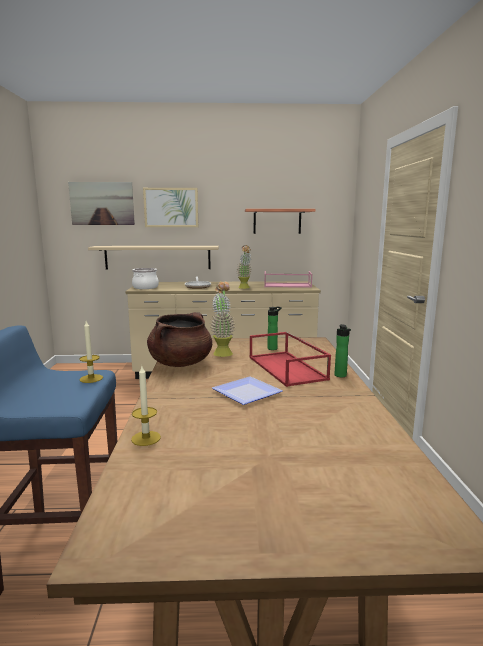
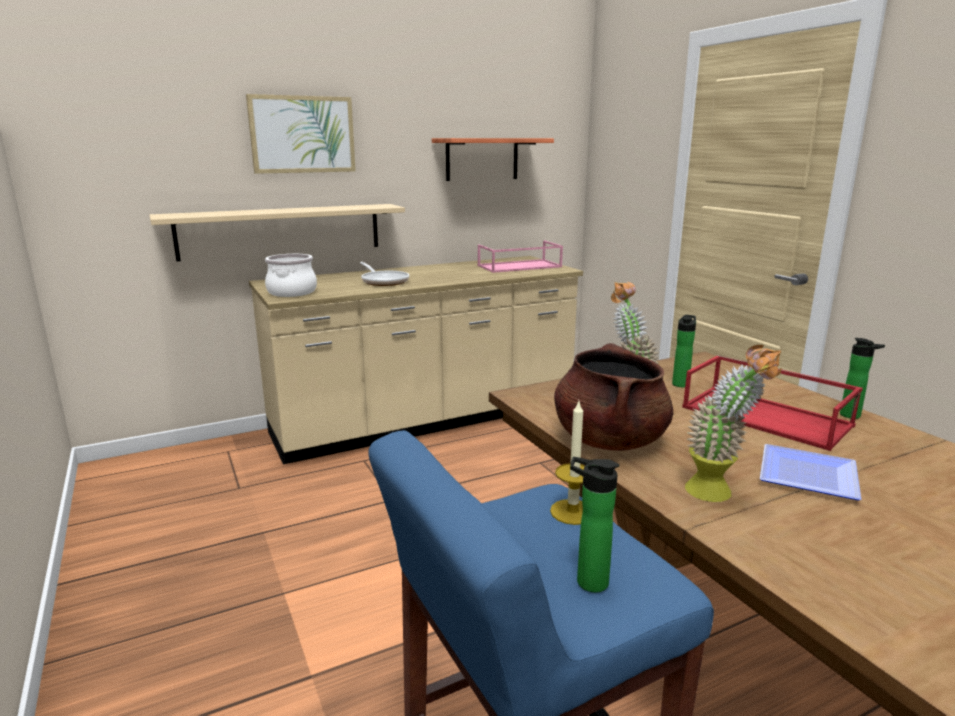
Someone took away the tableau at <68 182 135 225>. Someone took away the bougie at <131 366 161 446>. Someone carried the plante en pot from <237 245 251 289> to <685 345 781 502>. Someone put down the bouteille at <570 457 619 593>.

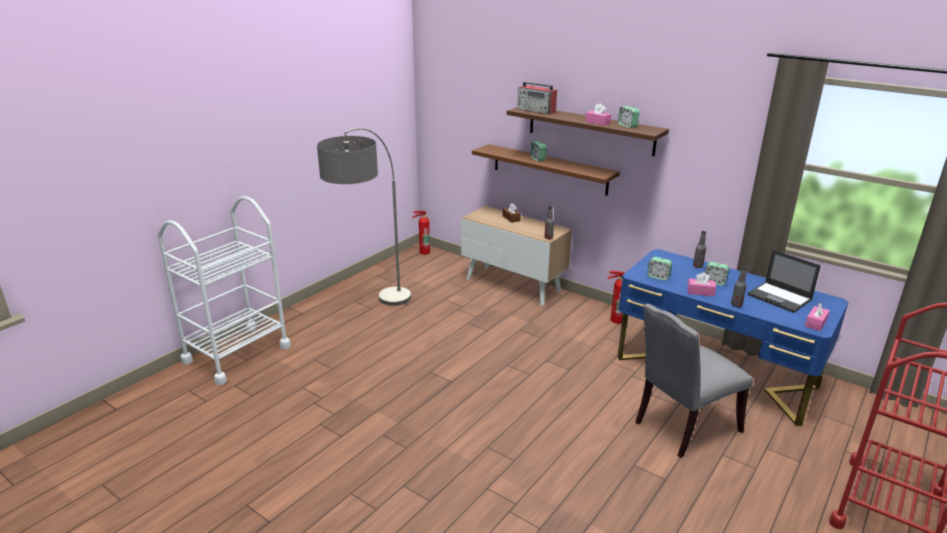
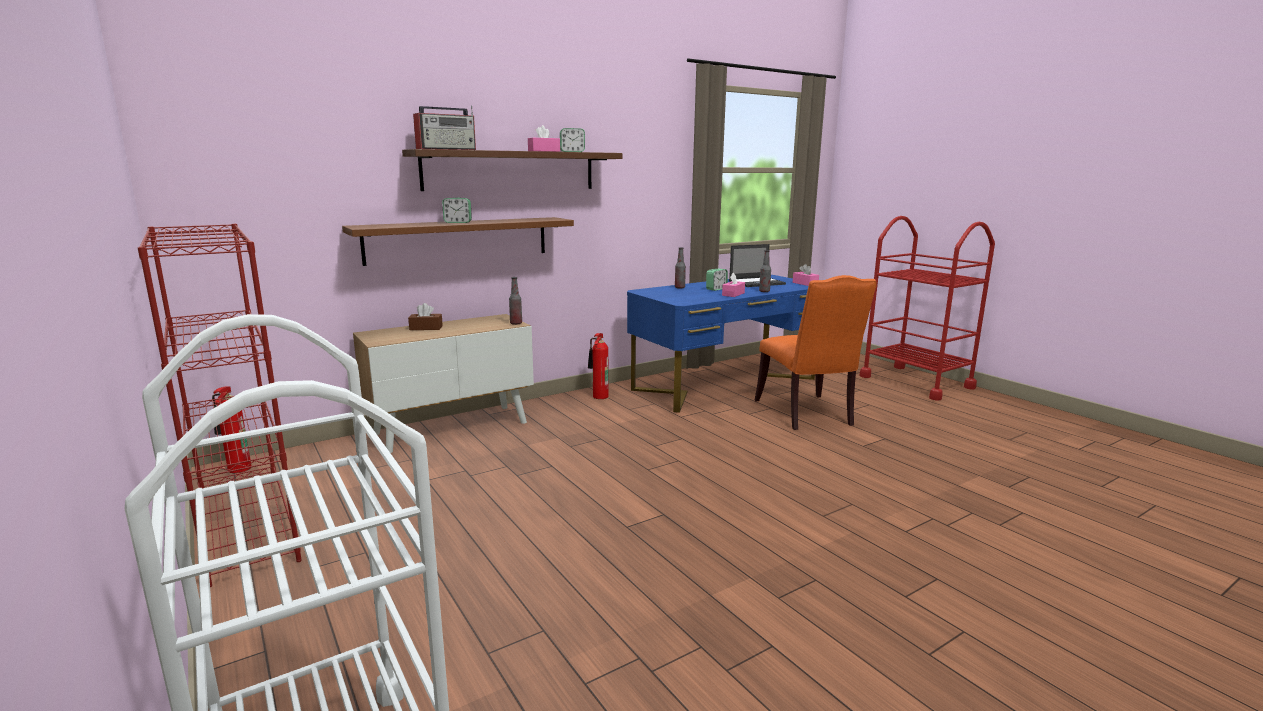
Someone took away the lampadaire at <317 128 411 306>. Someone repainted the chaise (gris) at <635 304 753 458>, which became the chaise (orange) at <755 275 877 430>. Someone took away the réveil at <647 257 672 281>. Someone put down the bibliothèque (rouge) at <138 224 302 588>.

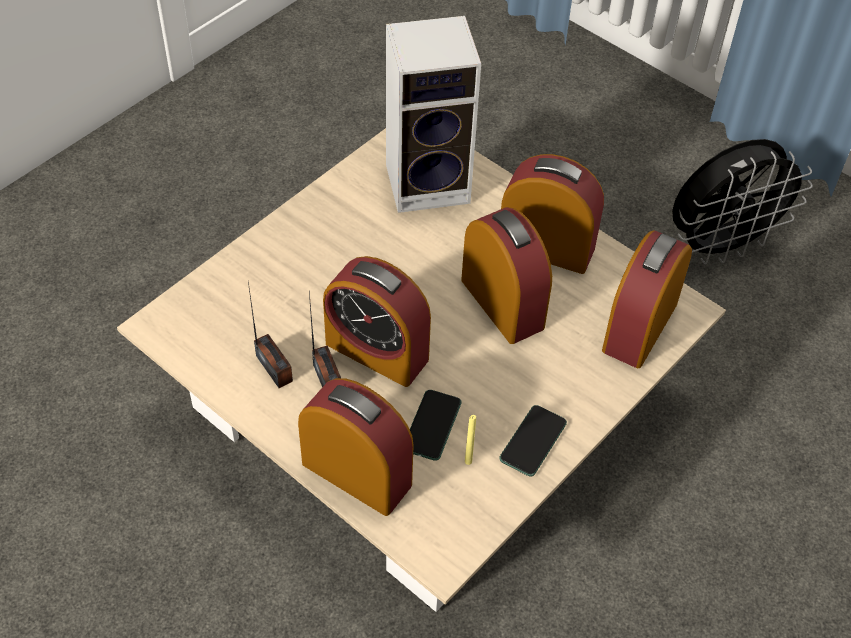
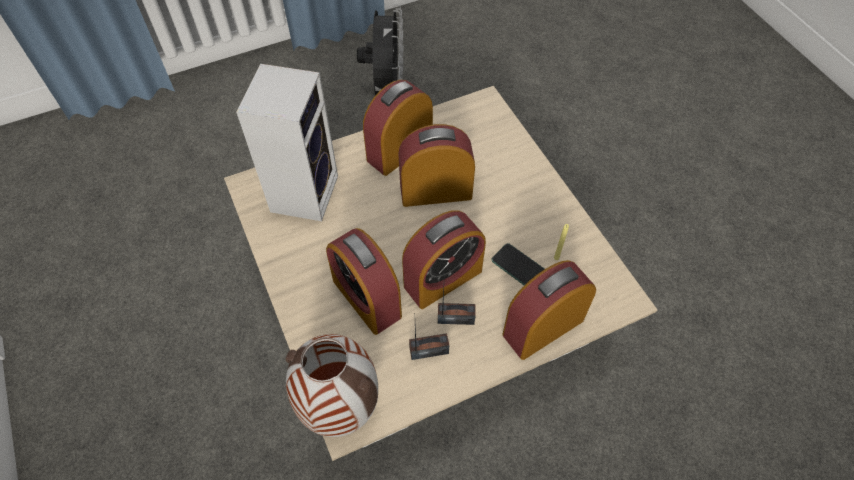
Someone took away the téléphone at <499 405 567 477>. Someone carried the réveil from <602 230 692 368> to <326 228 402 335>. Someone put down the vase at <285 334 378 437>.

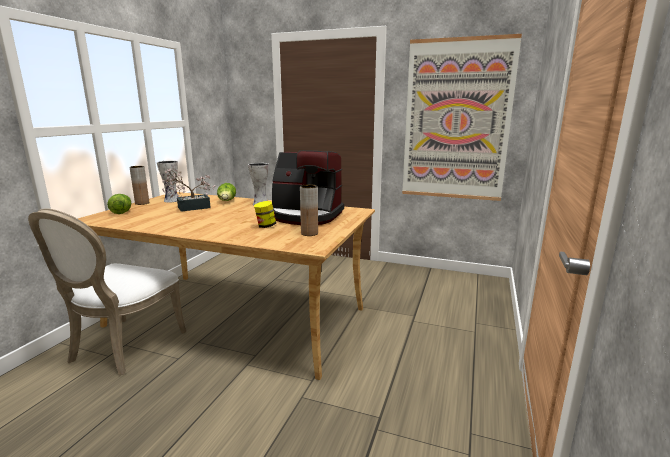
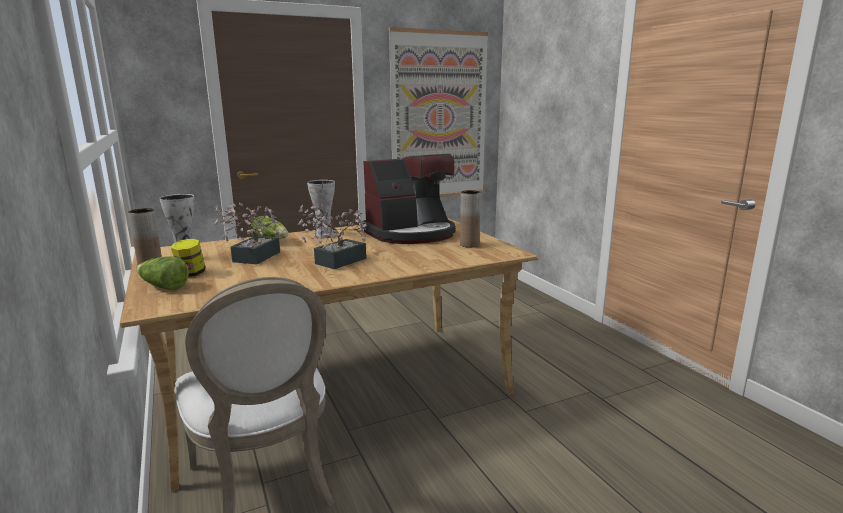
Someone carried the bocal from <254 201 276 228> to <171 239 206 277>. Someone put down the plante en pot at <298 204 367 269>.

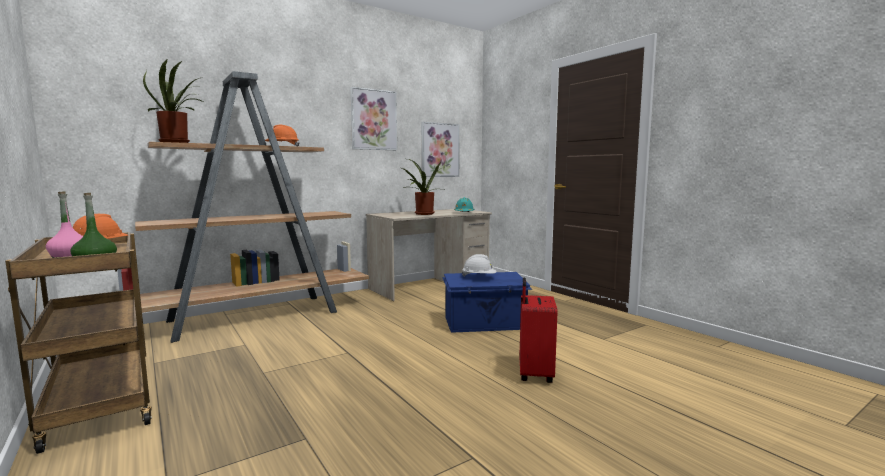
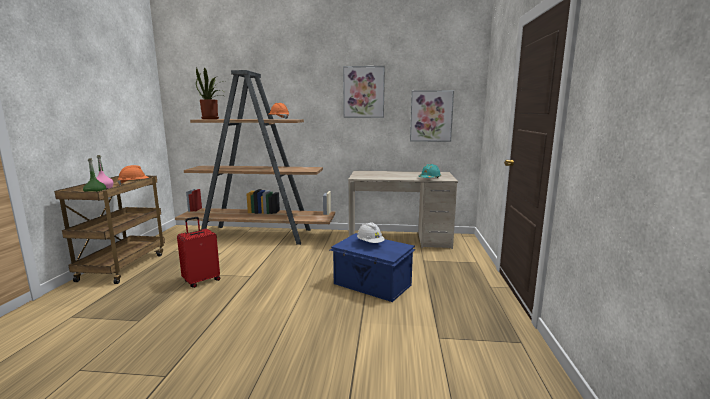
Someone took away the plante en pot at <402 159 447 215>. Someone carried the valise (rouge) from <519 277 558 383> to <177 217 220 288>.

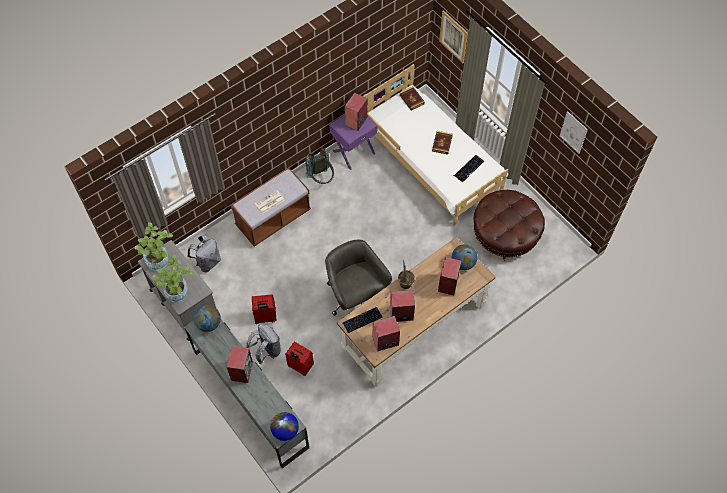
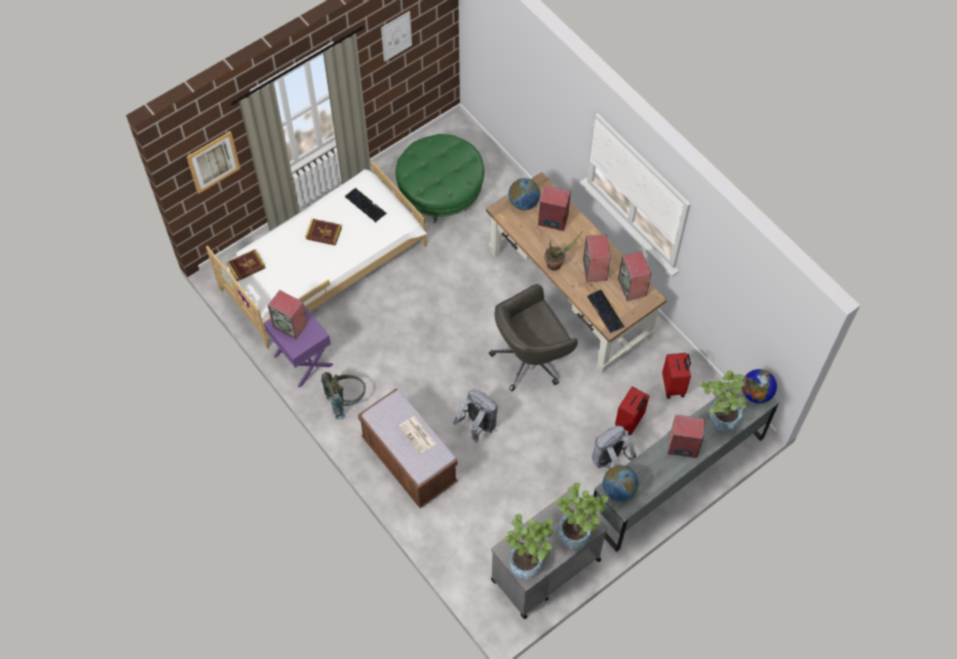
Someone carried the sac à dos (gris) from <187 235 221 273> to <453 390 498 442>. Someone carried the valise (rouge) from <252 294 277 324> to <662 353 691 399>. Someone repainted the pouf (marron) at <474 190 545 261>, which became the pouf (vert) at <395 134 485 223>. Someone put down the plante en pot at <700 370 747 432>.

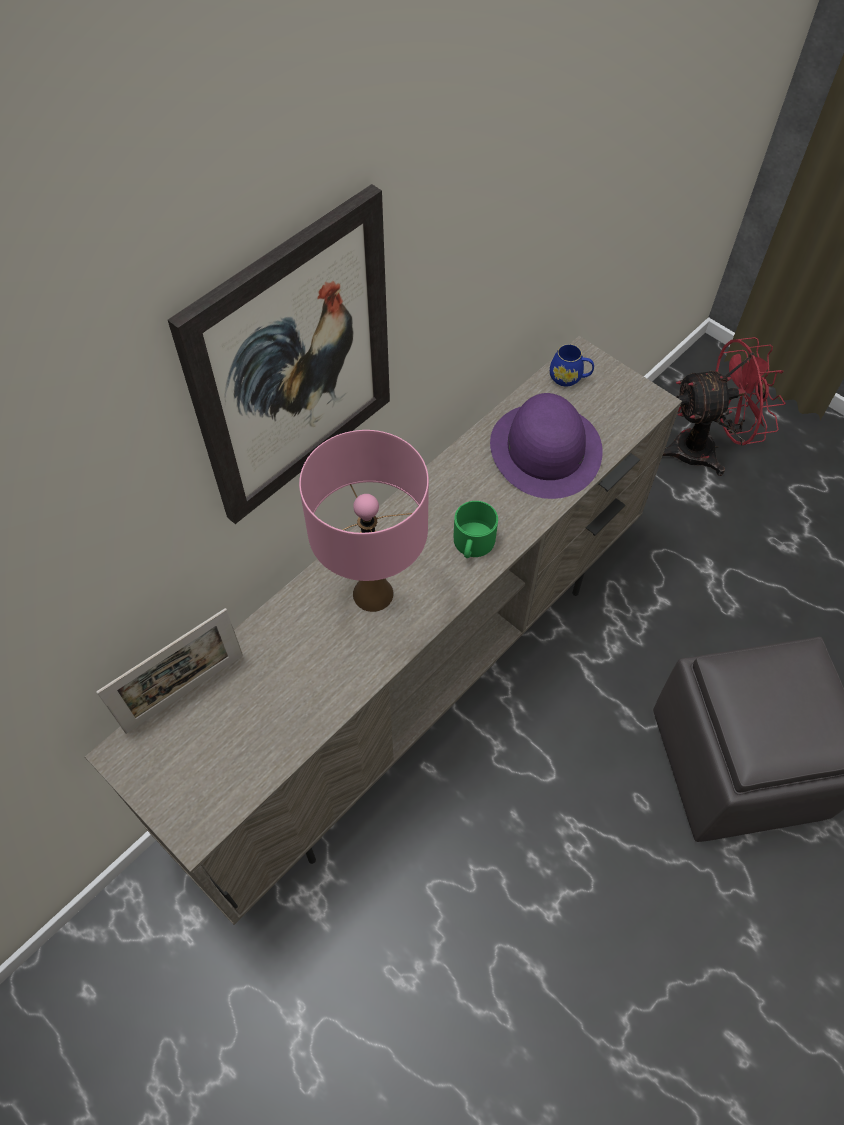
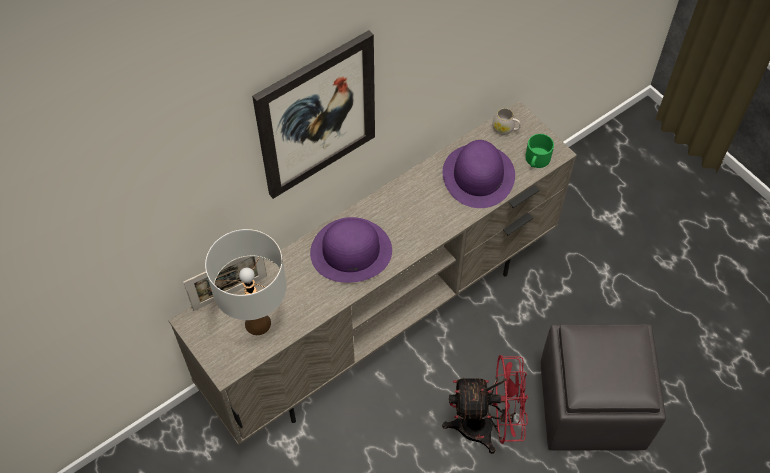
Someone swapped the lampe de table (rose) at <299 430 429 612> for the chapeau (violet) at <310 217 392 283>. Someone carried the mug (vert) from <454 501 498 558> to <526 134 554 168>. Someone repainted the mug (bleu) at <550 344 594 387>, which became the mug (blanc) at <493 108 521 135>. Someone carried the ventilateur (rouge) from <663 337 786 476> to <442 355 528 454>. Someone put down the lampe de table (blanc) at <205 229 287 335>.

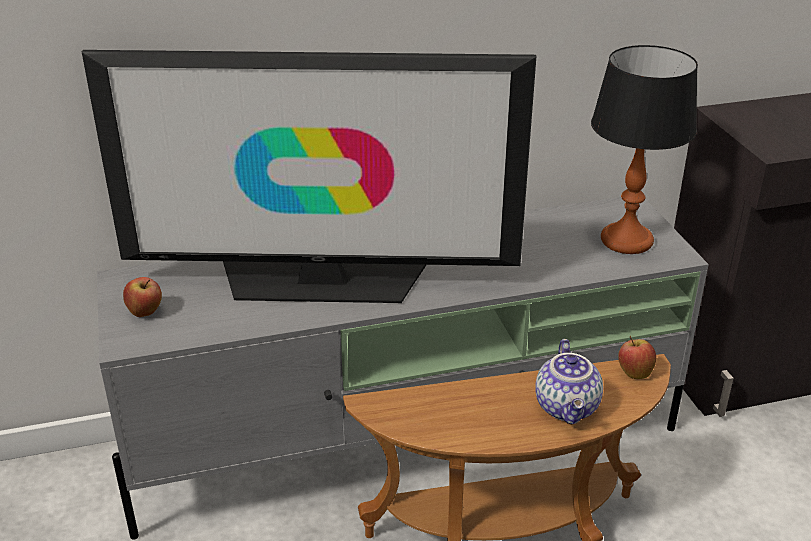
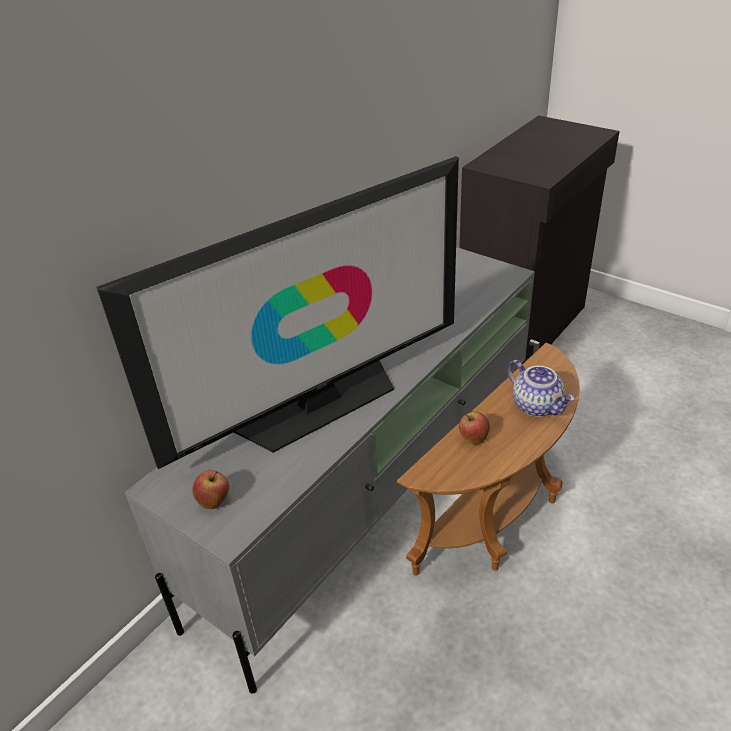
Someone took away the lampe de table at <591 45 698 254>. Someone carried the pomme from <618 336 656 379> to <459 412 490 444>.

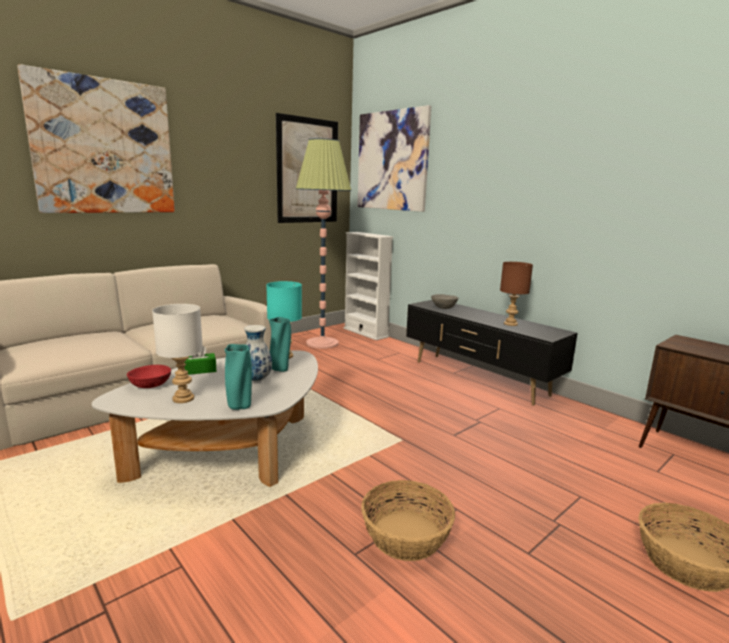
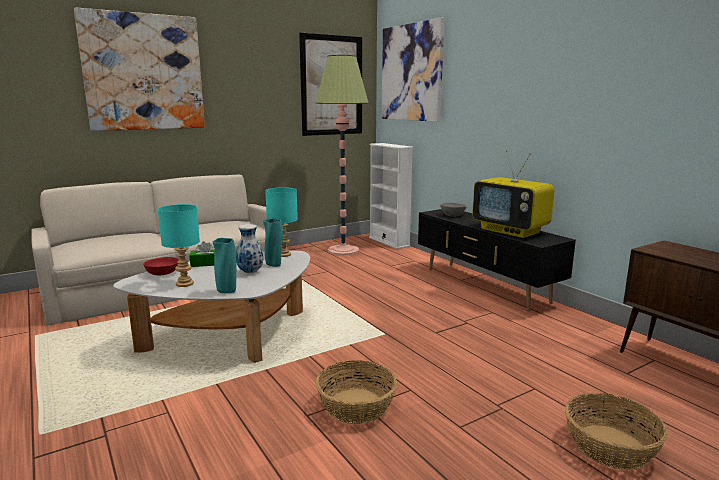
Someone repainted the lampe de table (blanc) at <152 304 203 403>, which became the lampe de table (turquoise) at <158 204 200 287>. Someone swapped the lampe de table (marron) at <500 262 533 326> for the téléviseur at <472 150 555 238>.

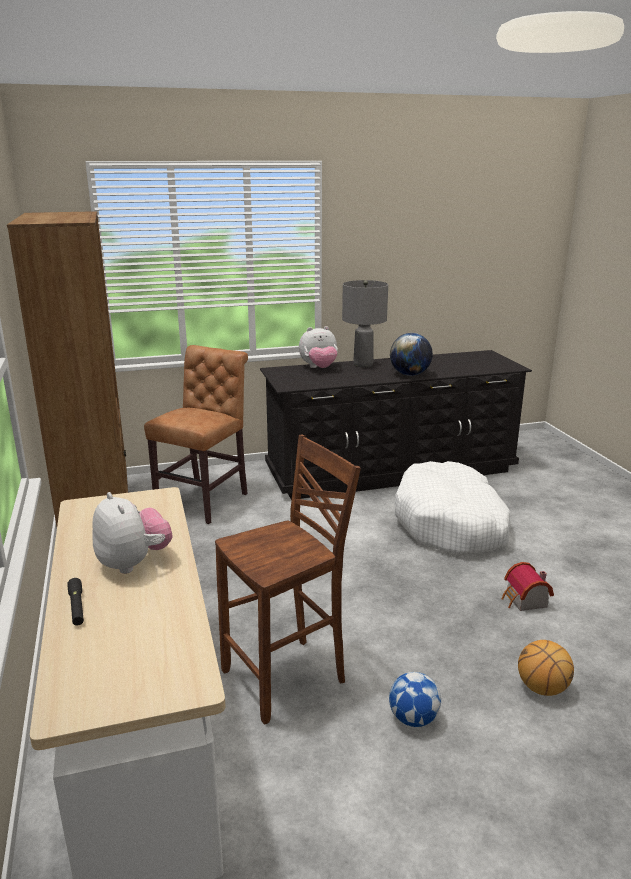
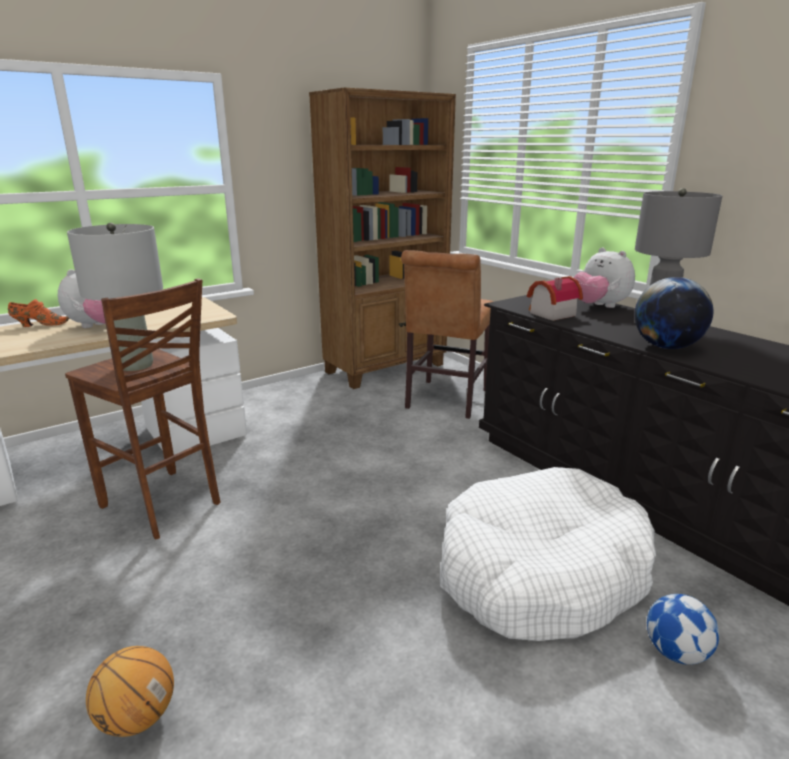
Someone swapped the lampe de poche (noir) at <67 578 84 626> for the chaussure (orange) at <8 299 70 327>. Someone rotated the chaise (marron) at <144 345 248 524> by 105 degrees clockwise. Someone carried the ballon de foot from <389 672 441 727> to <647 594 719 665>. Someone carried the maison miniature from <502 562 554 611> to <527 276 583 321>. Someone put down the lampe de table (gris) at <67 223 163 371>.

